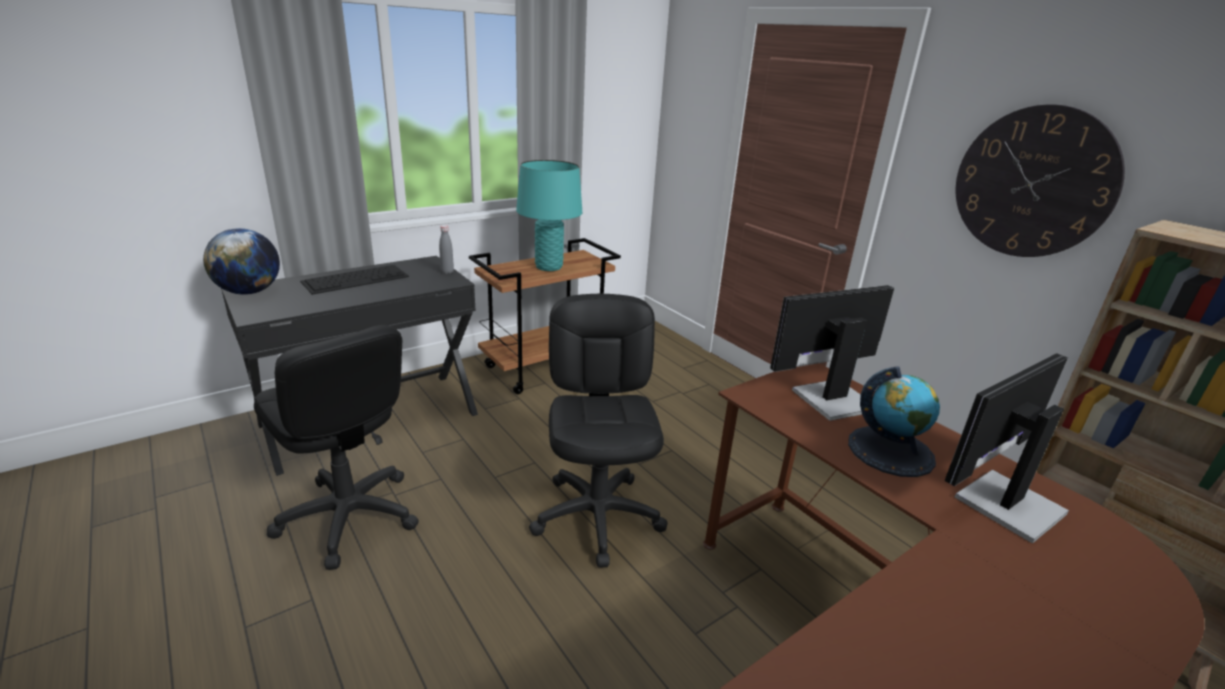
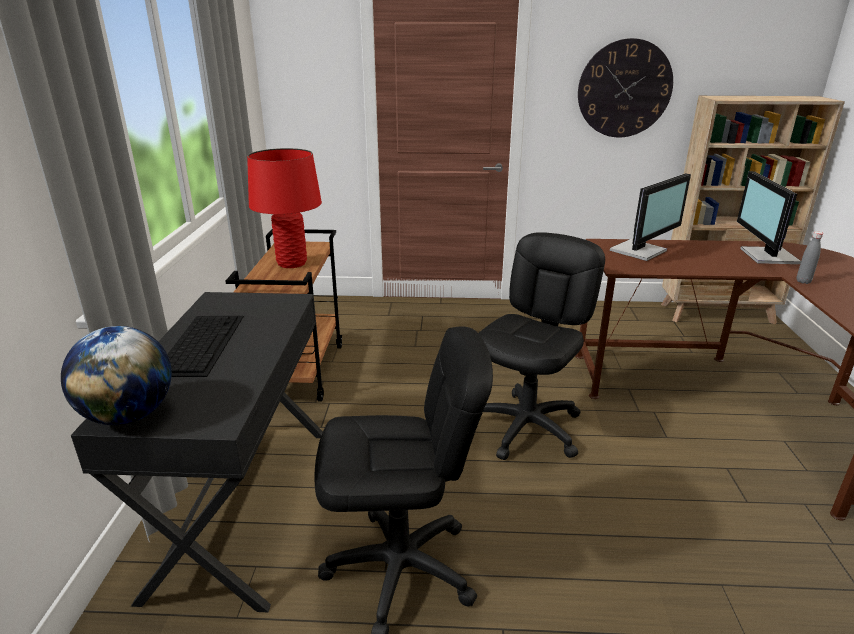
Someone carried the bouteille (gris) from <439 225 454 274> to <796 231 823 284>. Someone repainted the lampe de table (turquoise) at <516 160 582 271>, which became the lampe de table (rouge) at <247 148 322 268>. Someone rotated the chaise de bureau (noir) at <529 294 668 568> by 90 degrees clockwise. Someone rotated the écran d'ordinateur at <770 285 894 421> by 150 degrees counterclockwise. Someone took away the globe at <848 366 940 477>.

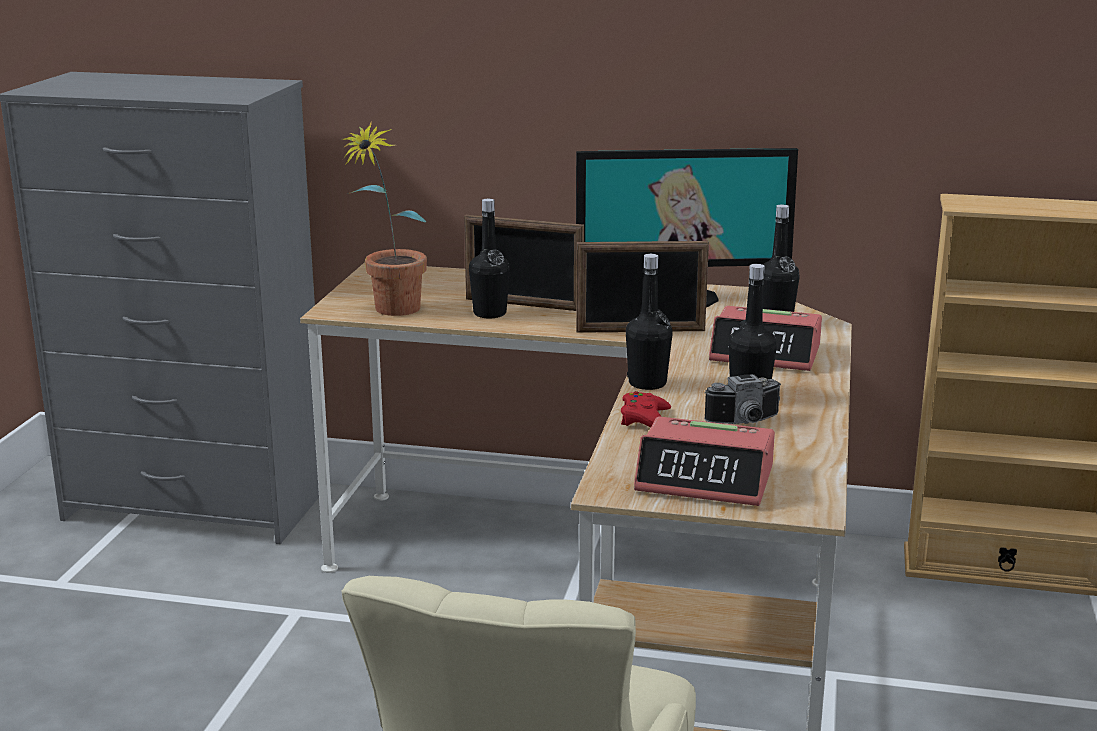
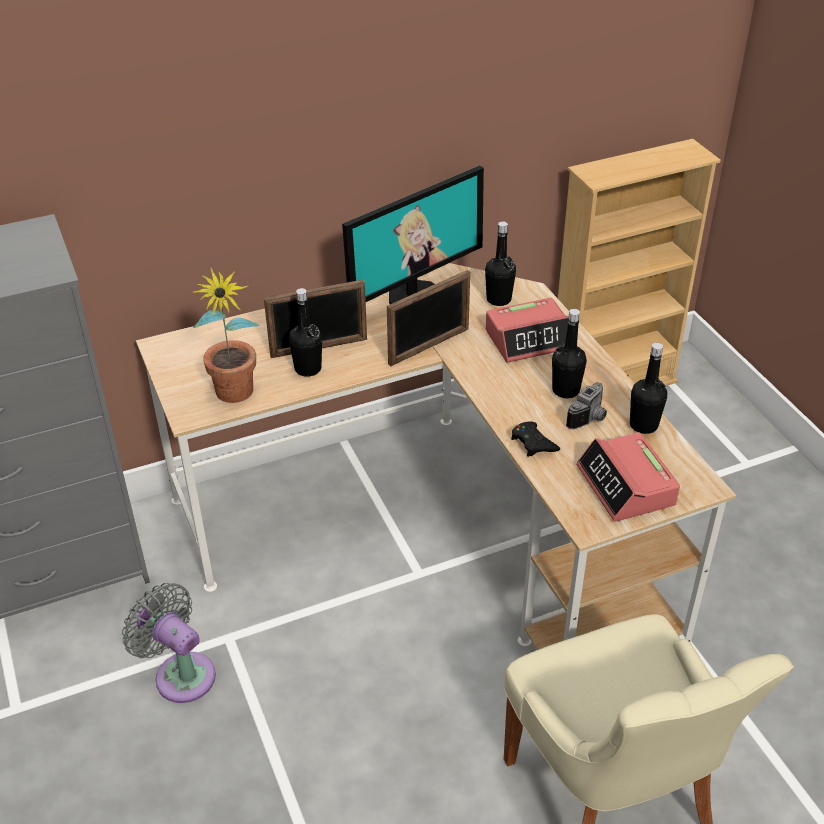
Someone repainted the manette (rouge) at <621 391 671 427>, which became the manette (noir) at <511 421 560 457>. Someone carried the bouteille (noir) from <626 254 673 390> to <630 342 667 434>. Someone rotated the réveil at <634 417 775 506> by 90 degrees clockwise. Someone put down the ventilateur (gris) at <122 583 216 703>.

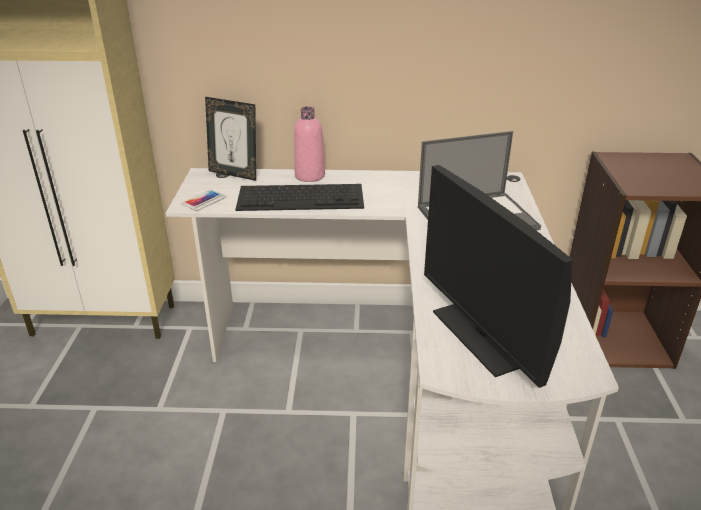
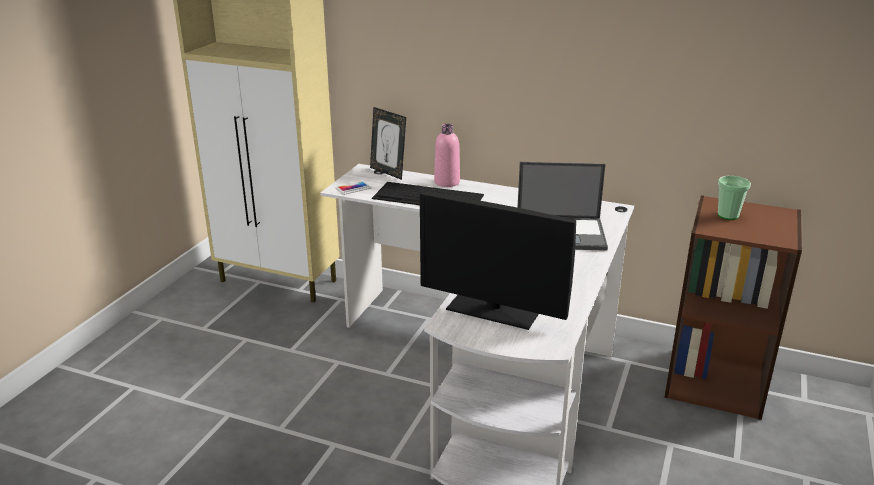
Someone rotated the écran d'ordinateur at <424 165 573 388> by 60 degrees counterclockwise. Someone put down the tasse at <718 176 751 220>.

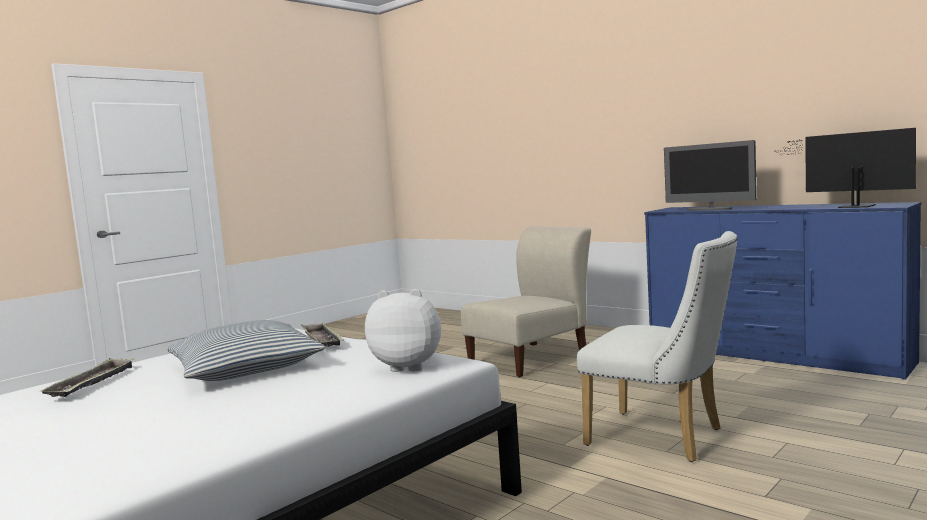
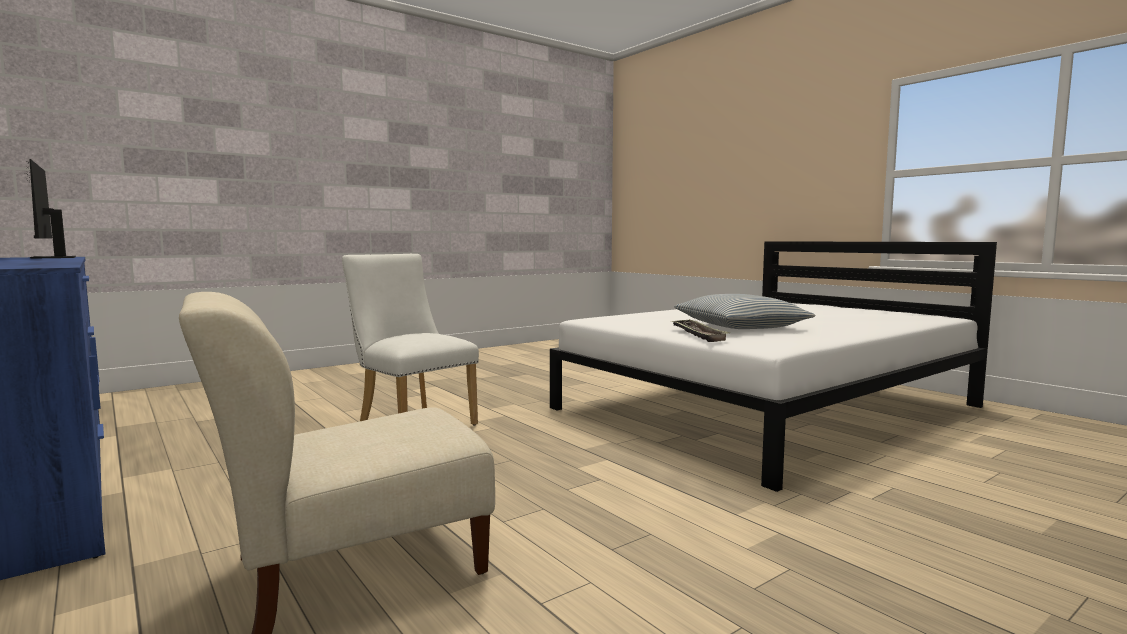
Someone took away the plateau at <39 358 134 397>. Someone took away the peluche at <365 289 441 372>. Someone took away the écran d'ordinateur at <664 140 757 211>.

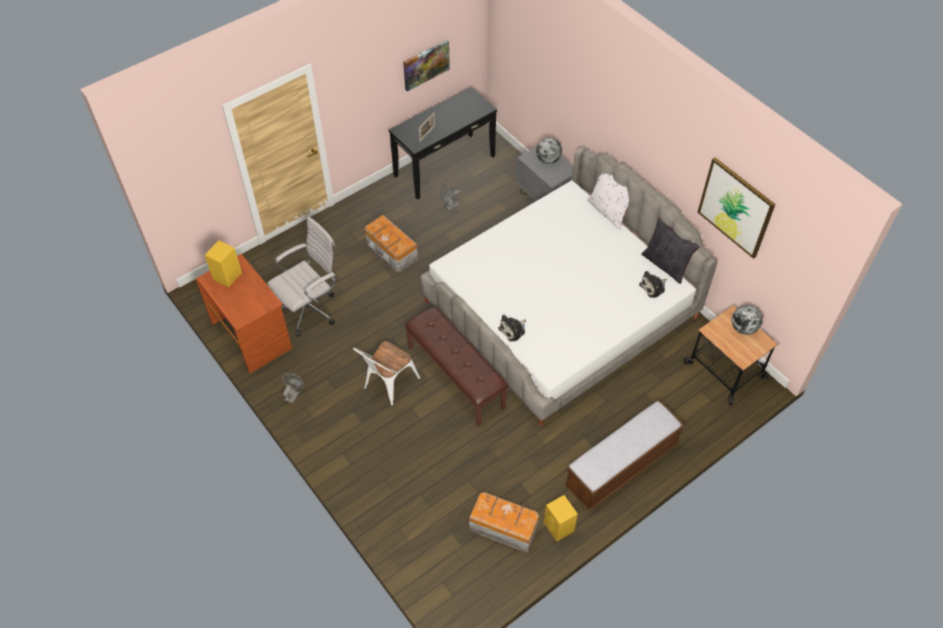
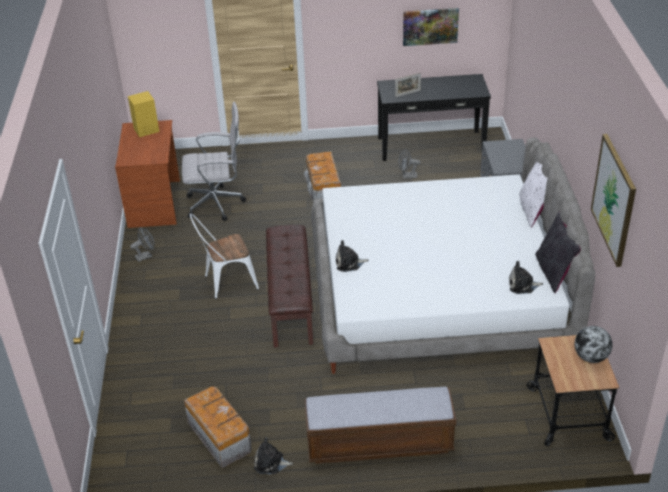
Someone took away the globe at <536 138 562 164>. Someone swapped the enceinte (jaune) at <544 495 578 541> for the peluche at <254 437 293 474>.

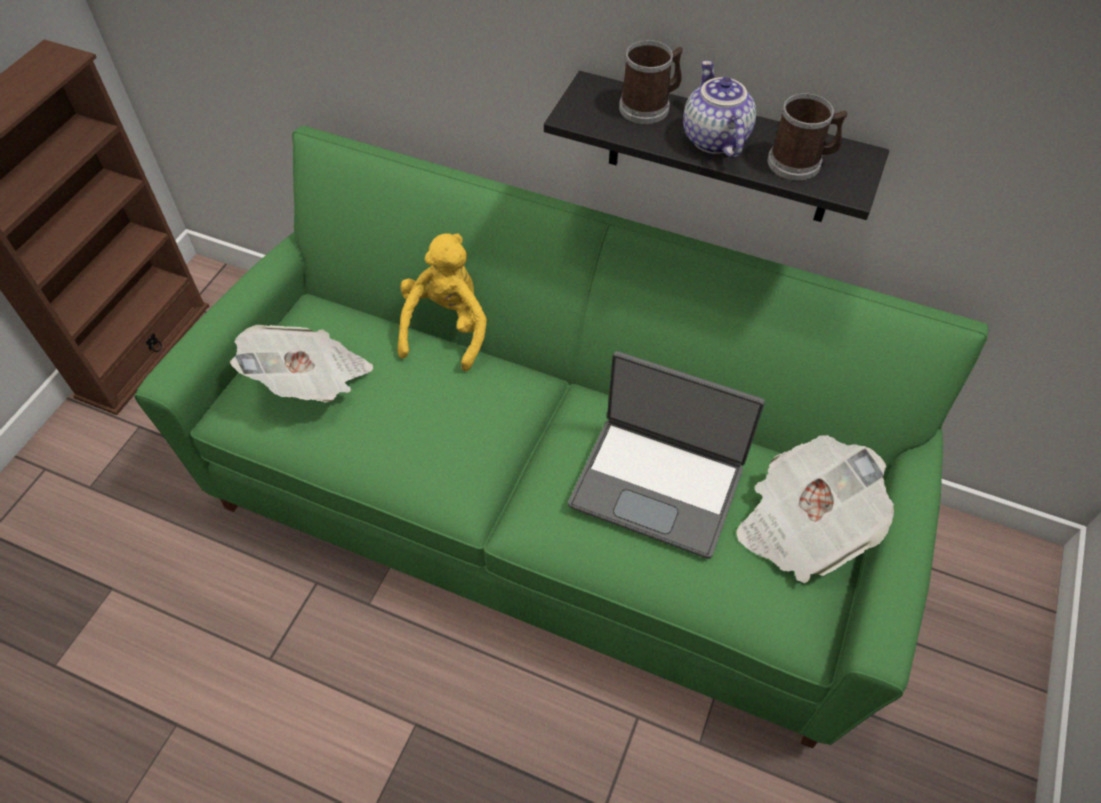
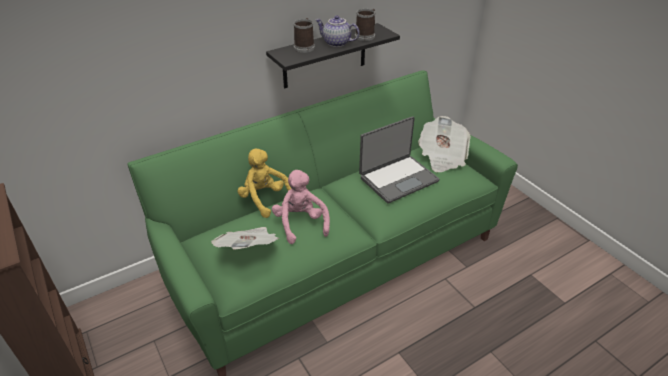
Someone put down the peluche (rose) at <272 170 330 244>.

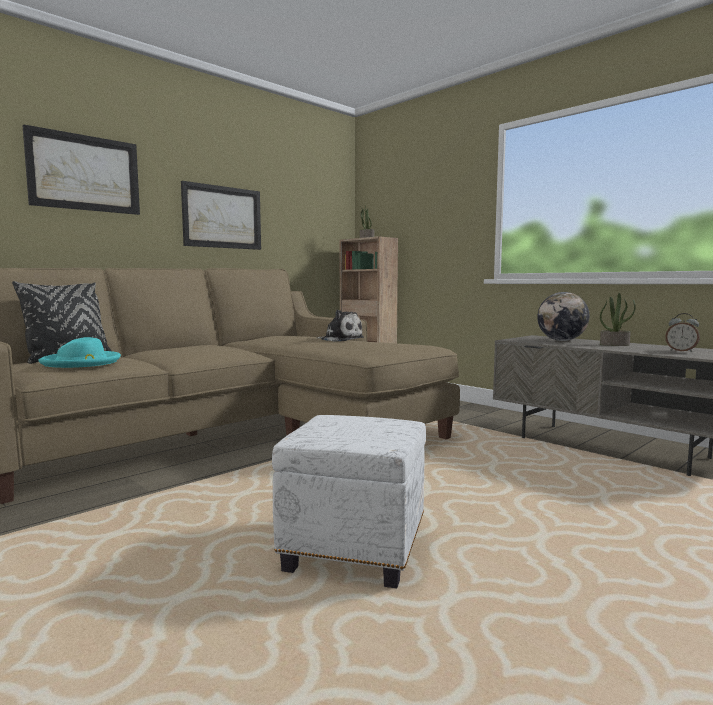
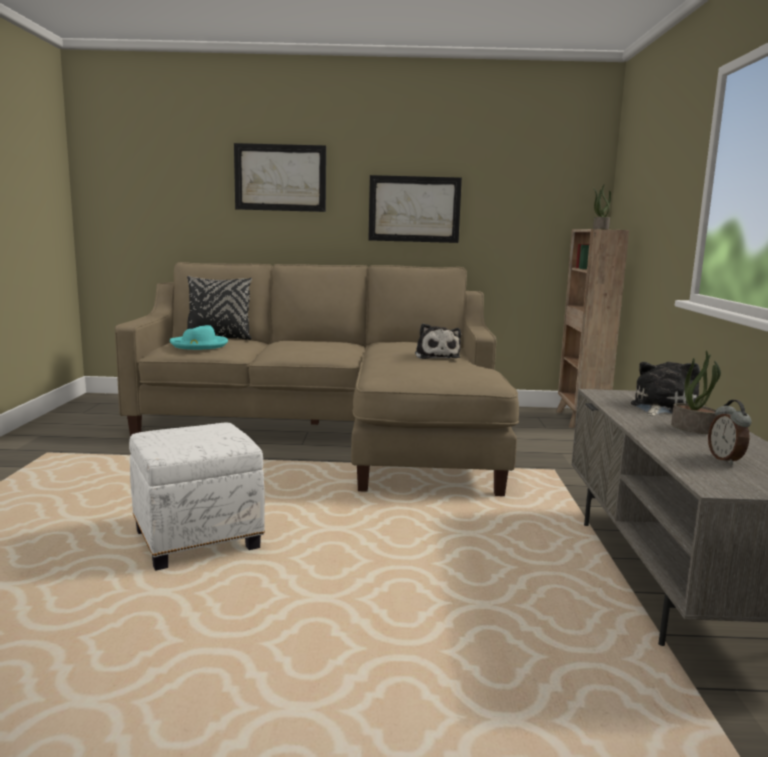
Someone swapped the globe at <537 292 589 341> for the peluche at <631 362 700 416>.

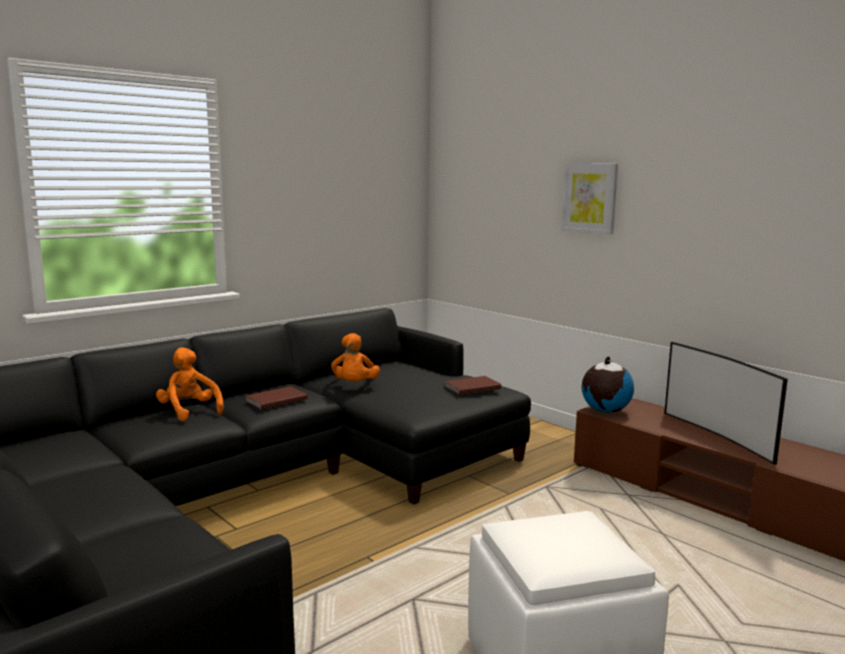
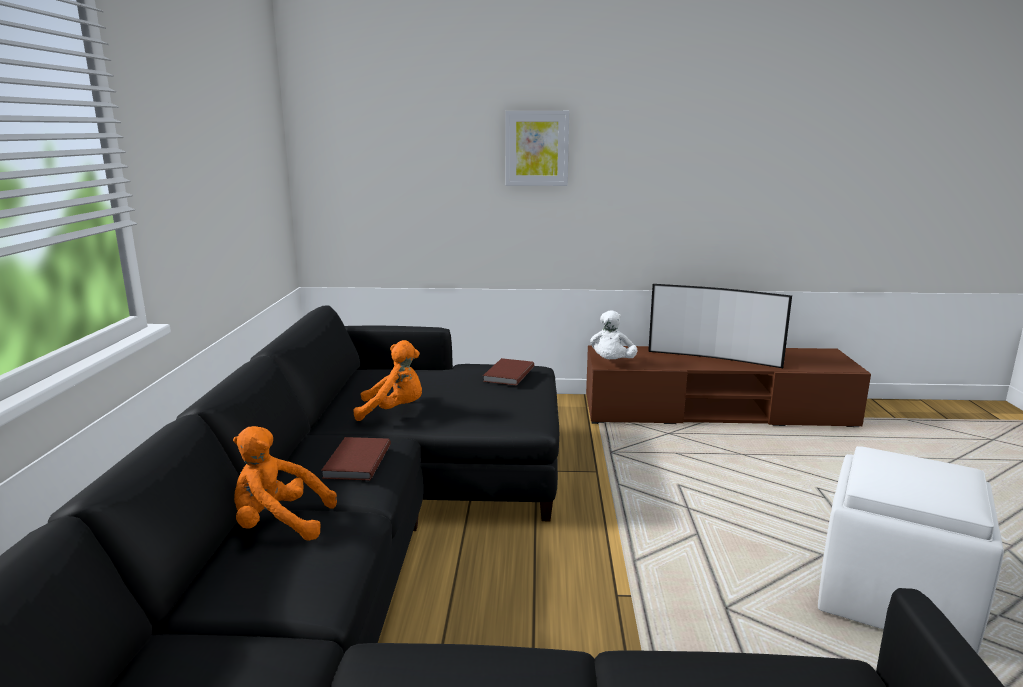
Someone rotated the peluche (orange) at <331 333 380 381> by 45 degrees counterclockwise. Someone swapped the globe at <582 356 634 413> for the peluche (blanc) at <590 311 638 359>.

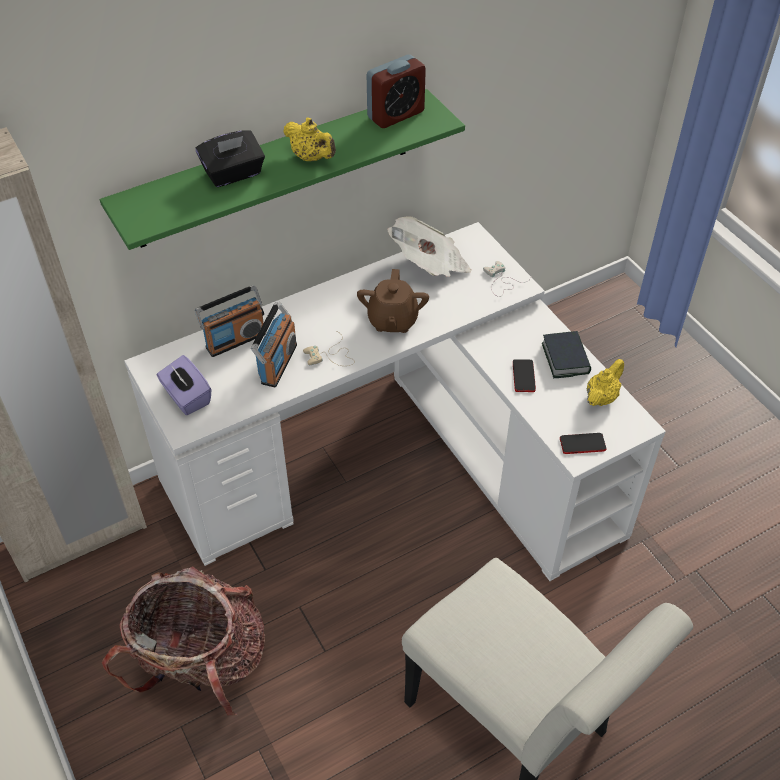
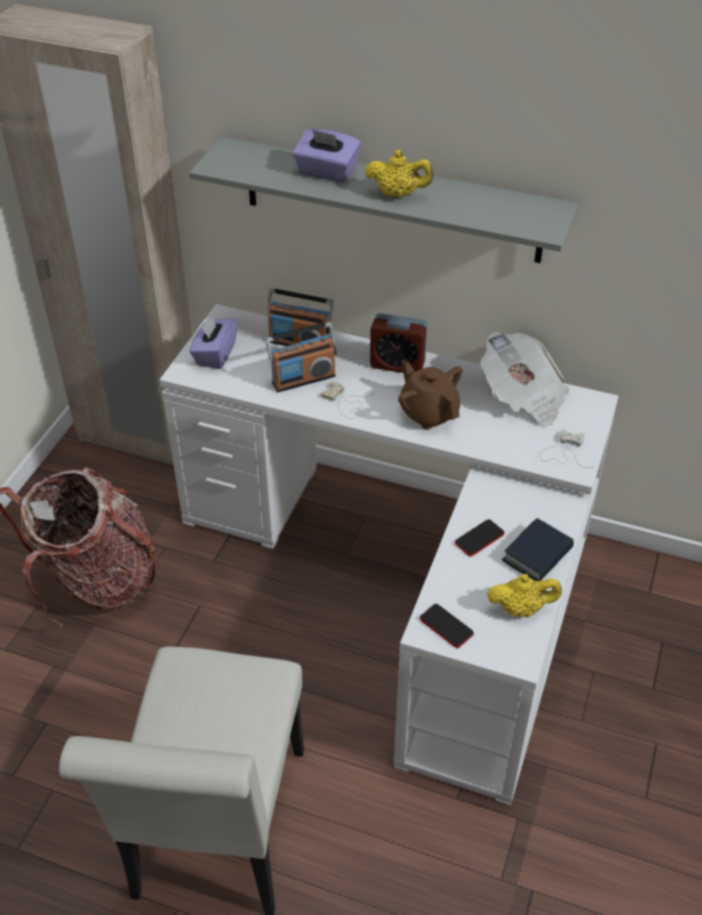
Someone repainted the étagère (vert) at <100 89 465 250>, which became the étagère (gris) at <189 136 579 263>. Someone repainted the boîte à mouchoirs (noir) at <196 131 265 187>, which became the boîte à mouchoirs (violet) at <293 129 361 182>. Someone rotated the théière (jaune) at <283 117 336 162> by 75 degrees counterclockwise. Someone rotated the théière (marron) at <357 269 429 333> by 90 degrees clockwise. Someone carried the réveil from <367 55 426 128> to <370 313 428 373>.

